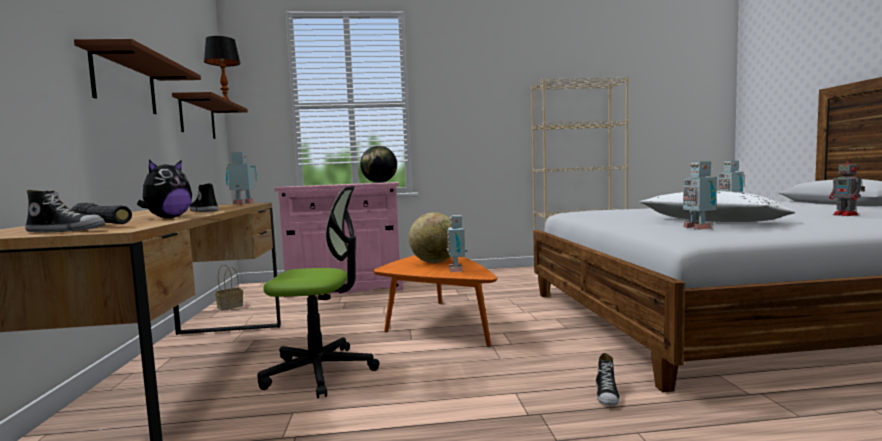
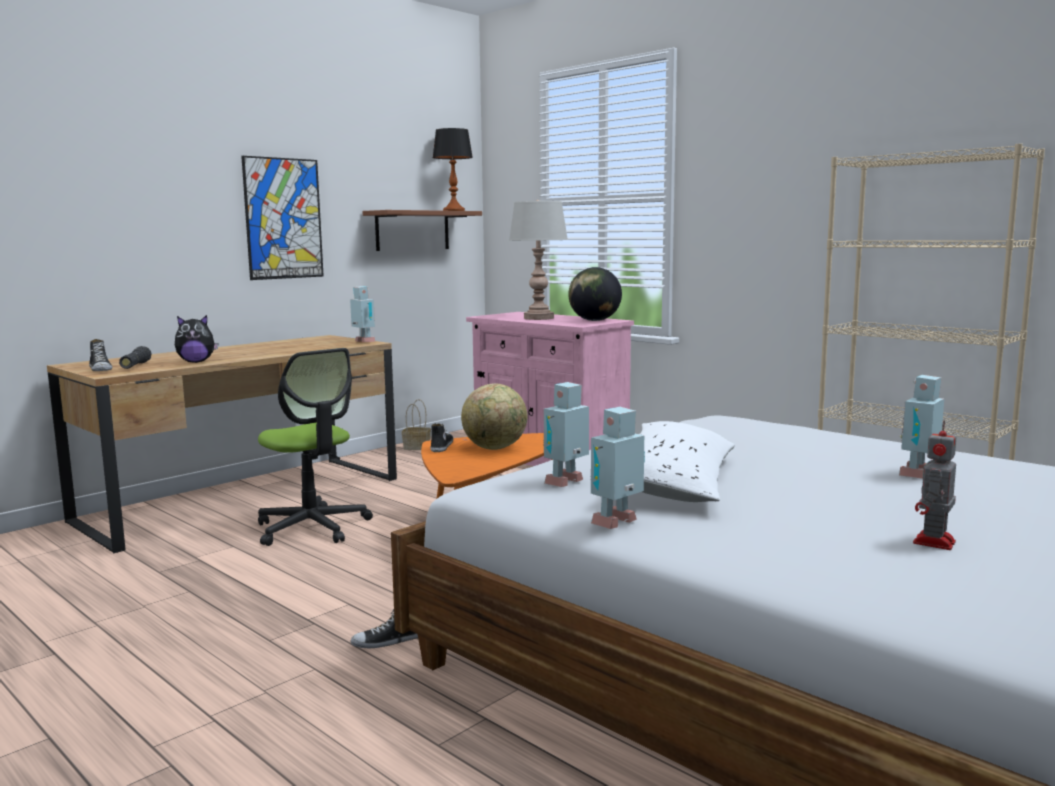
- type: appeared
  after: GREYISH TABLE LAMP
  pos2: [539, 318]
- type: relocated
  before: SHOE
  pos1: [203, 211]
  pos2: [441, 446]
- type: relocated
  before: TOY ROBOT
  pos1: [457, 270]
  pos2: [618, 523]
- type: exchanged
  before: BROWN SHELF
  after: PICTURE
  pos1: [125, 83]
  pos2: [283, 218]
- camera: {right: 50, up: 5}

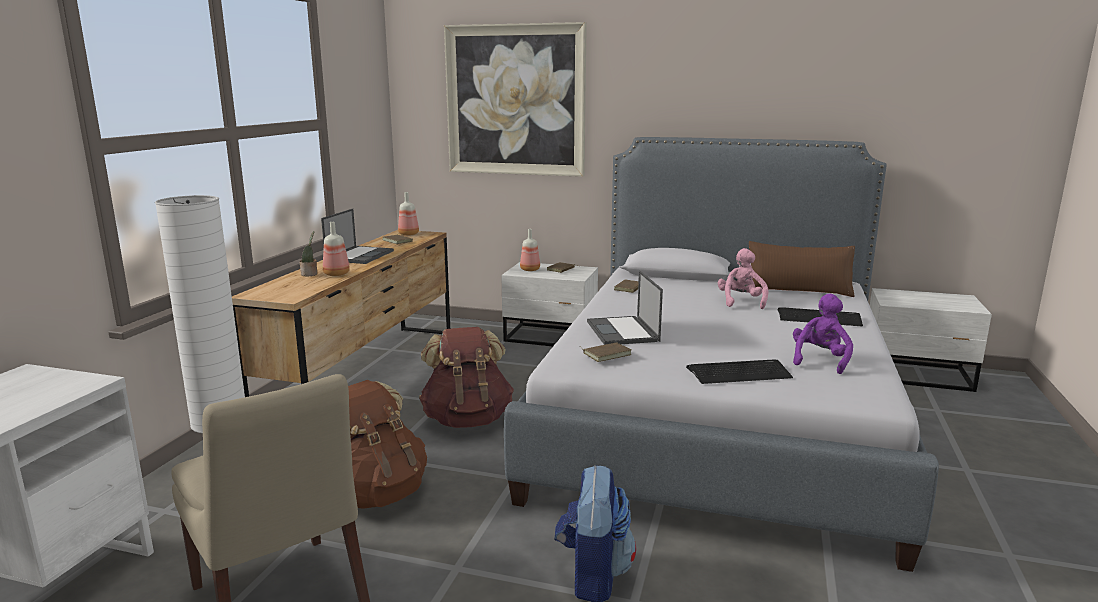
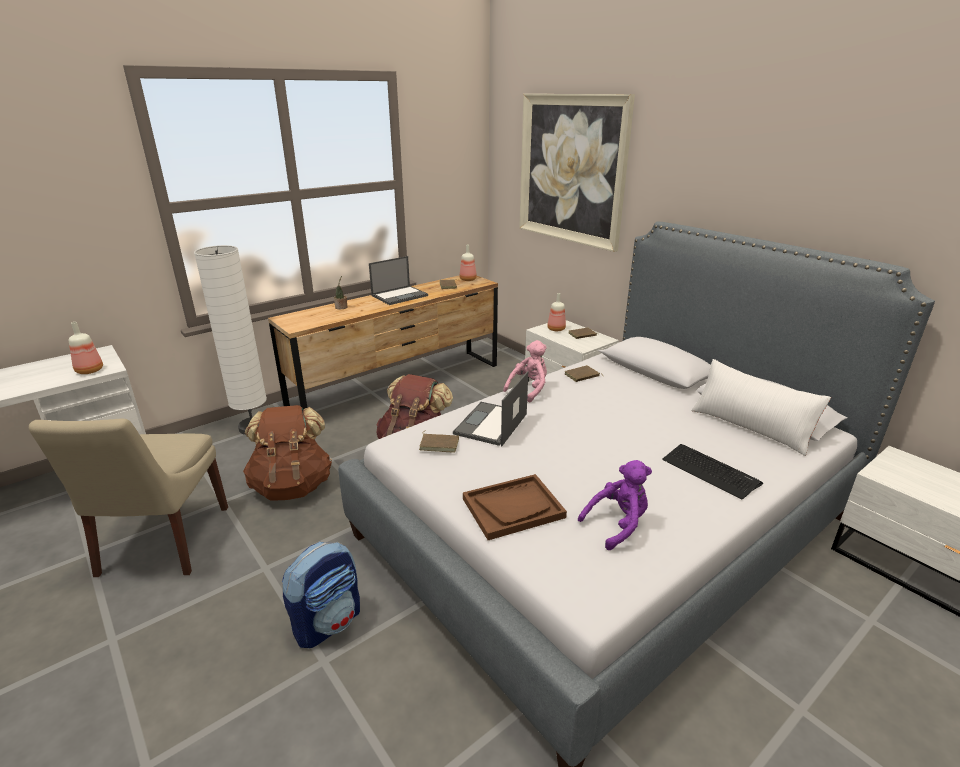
- type: relocated
  before: DRINK BOTTLE
  pos1: [337, 274]
  pos2: [89, 371]
- type: relocated
  before: PINK-COLOURED SOFT TOY
  pos1: [741, 302]
  pos2: [529, 389]
- type: exchanged
  before: KEYBOARD
  after: BROWN CARRYING TRAY
  pos1: [739, 373]
  pos2: [513, 508]
- type: colour
  before: BROWN PILLOW
  after: WHITISH PILLOW
  pos1: [798, 290]
  pos2: [750, 427]
- camera: {right: 35, up: 10}

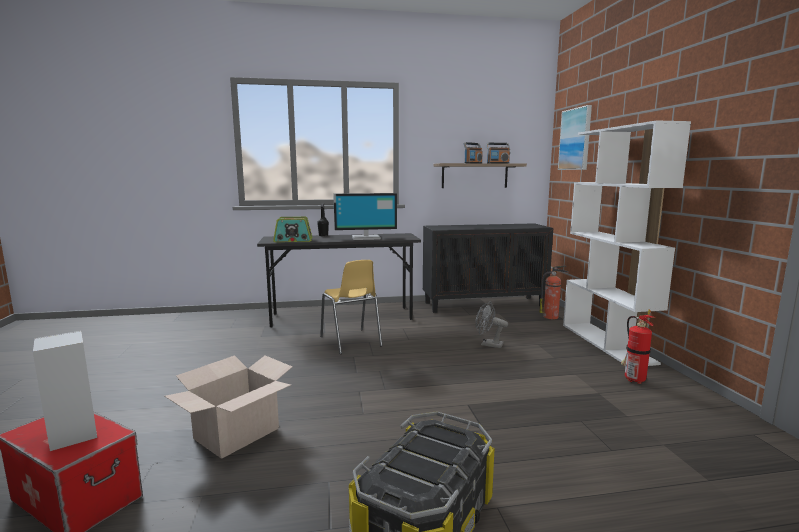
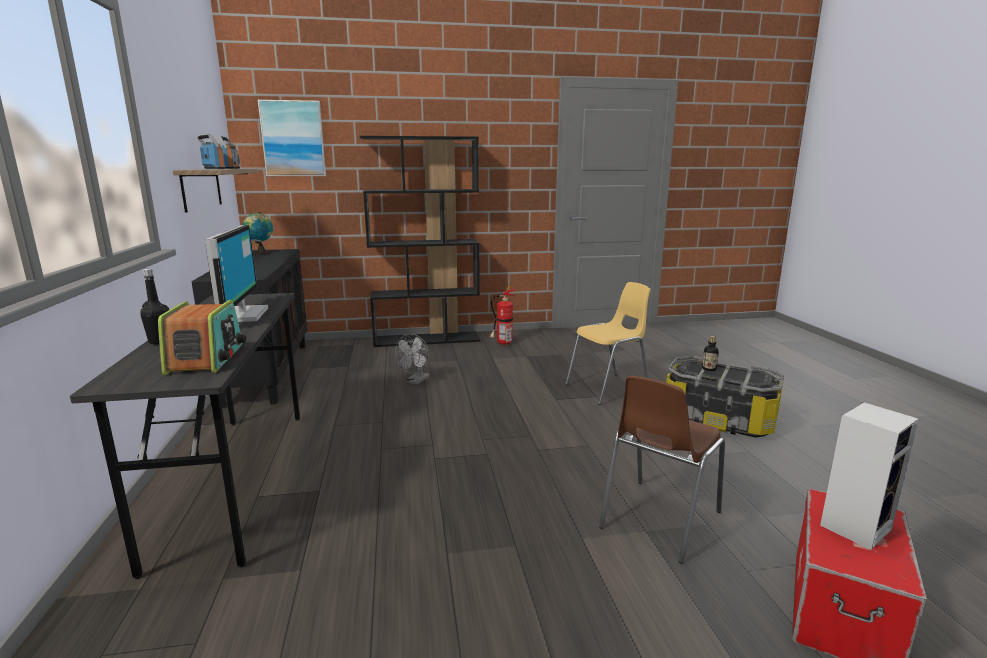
- type: missing
  before: EXTINGUISHER
  pos1: [551, 317]
- type: appeared
  after: GLOBE
  pos2: [261, 253]
- type: appeared
  after: DRINK BOTTLE
  pos2: [709, 369]
- type: relocated
  before: YELLOW CHAIR
  pos1: [351, 341]
  pos2: [608, 388]
- type: exchanged
  before: CARTON
  after: BROWN CHAIR
  pos1: [236, 433]
  pos2: [658, 519]
- type: colour
  before: WHITISH BOOKCASE
  after: BLACK BOOKCASE
  pos1: [607, 343]
  pos2: [427, 339]
- camera: {right: -90, up: 5}

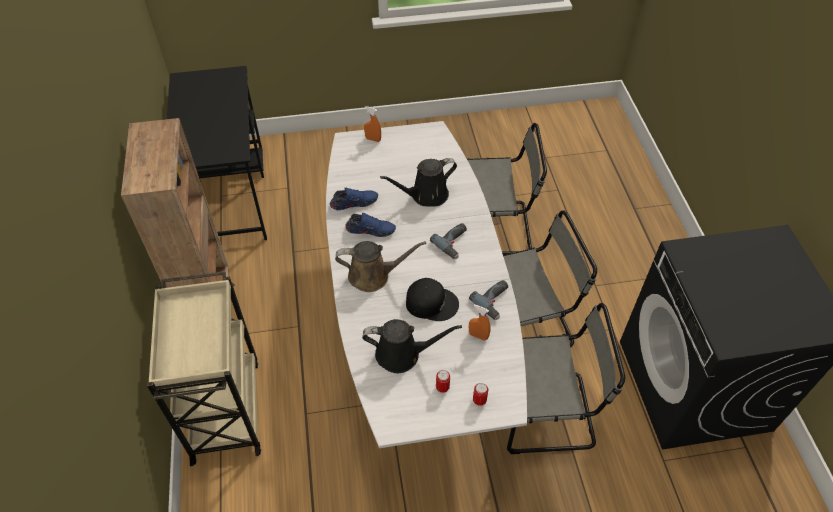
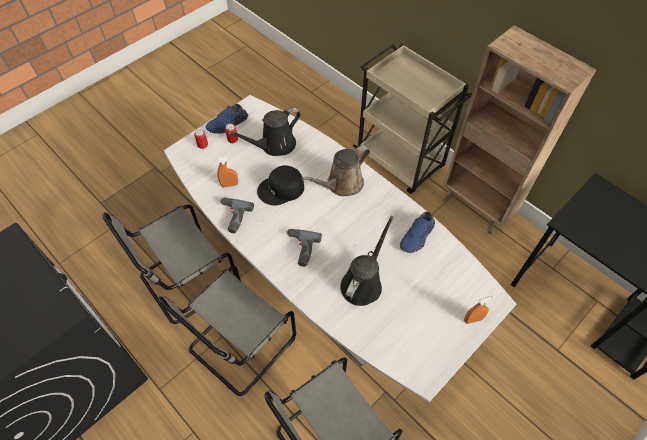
- type: relocated
  before: BLUE-COLOURED SHOE
  pos1: [371, 229]
  pos2: [228, 124]
- camera: {right: 145, up: 5}

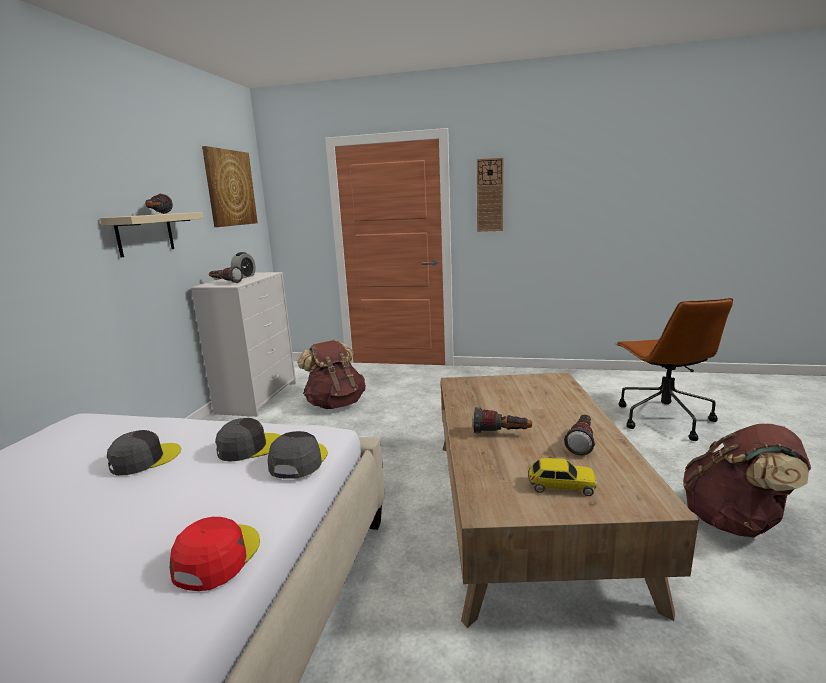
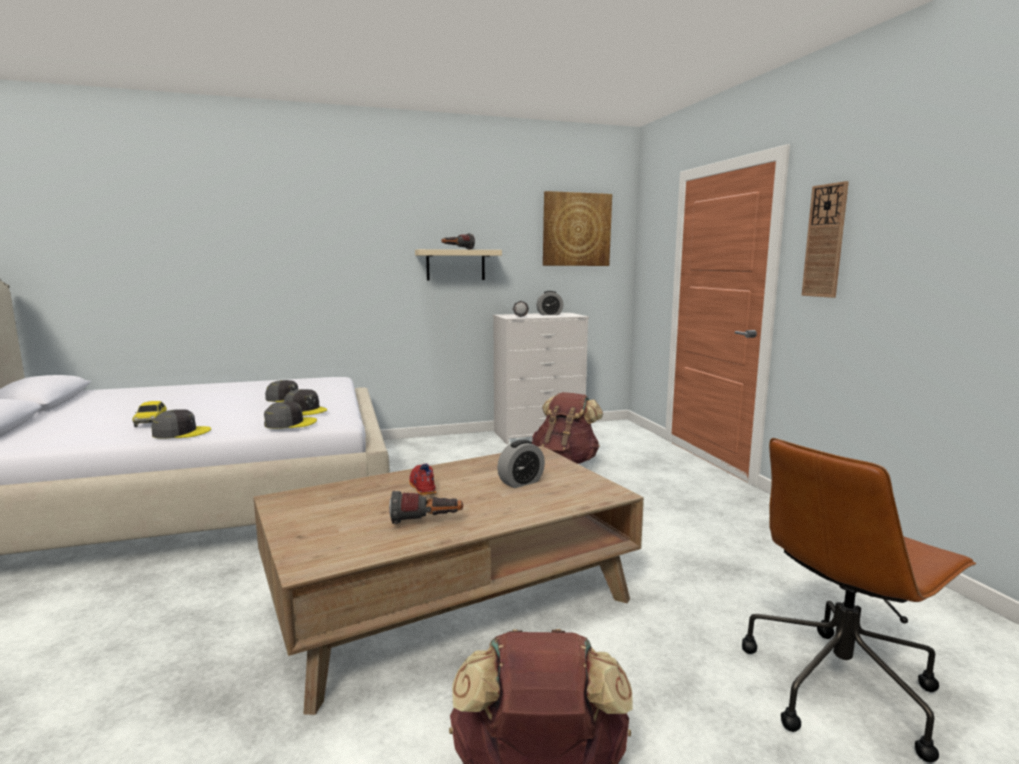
- type: appeared
  after: TABLE CLOCK
  pos2: [521, 482]
- type: relocated
  before: TOY CAR
  pos1: [561, 486]
  pos2: [151, 421]
- type: exchanged
  before: TORCH
  after: REDDISH SHOE
  pos1: [501, 434]
  pos2: [422, 487]
- type: colour
  before: REDDISH BASEBALL CAP
  after: GREYISH BASEBALL CAP
  pos1: [216, 557]
  pos2: [181, 432]
- camera: {right: 60, up: -5}

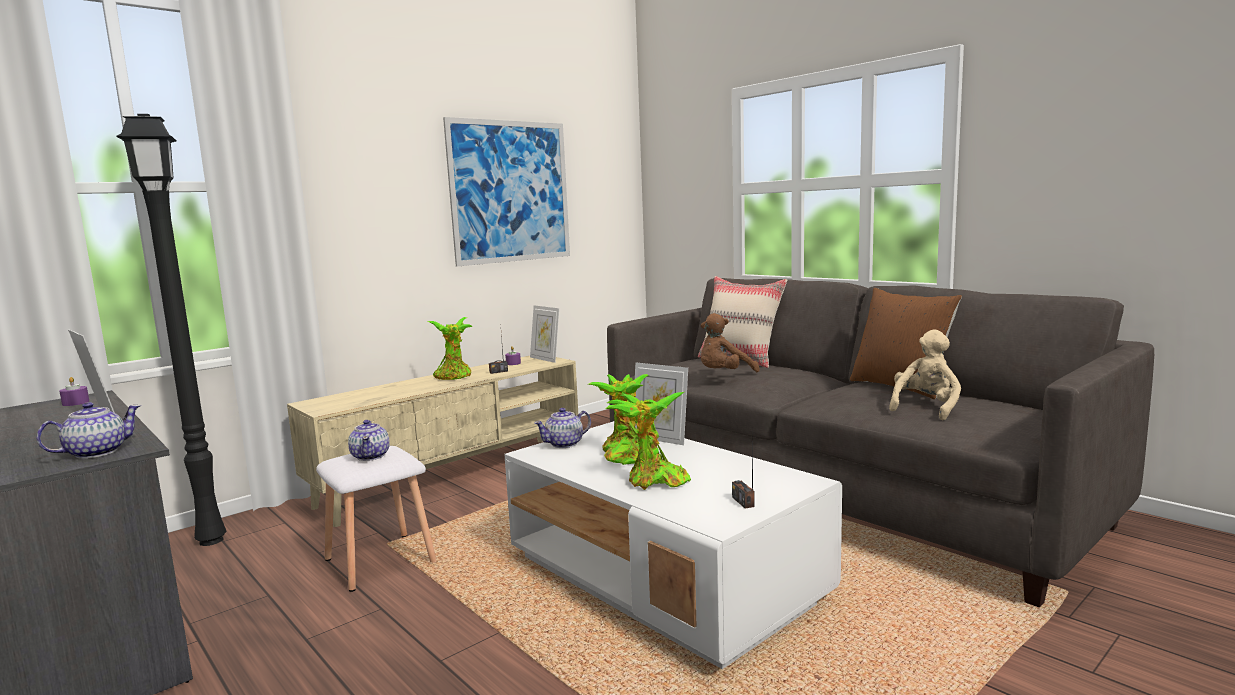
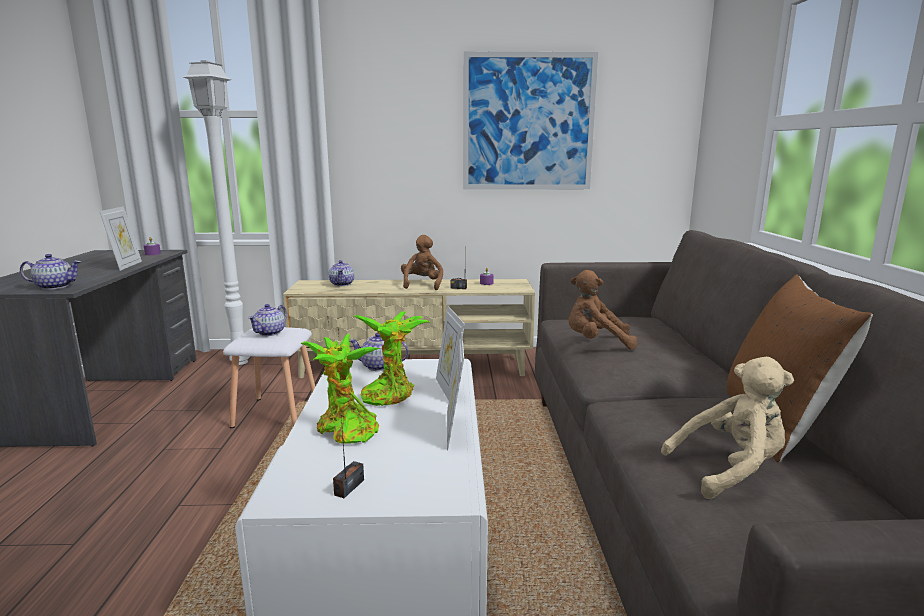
- type: missing
  before: SAND-COLOURED PILLOW
  pos1: [740, 360]
- type: appeared
  after: POT FOR TEA
  pos2: [342, 284]
- type: relocated
  before: PICTURE FRAME
  pos1: [545, 359]
  pos2: [455, 431]
- type: exchanged
  before: HOUSEPLANT
  after: BROWN SOFT TOY
  pos1: [454, 377]
  pos2: [422, 285]
- type: colour
  before: BLACK STANDING LAMP
  after: WHITISH STANDING LAMP
  pos1: [213, 540]
  pos2: [242, 362]
- camera: {right: 40, up: 5}

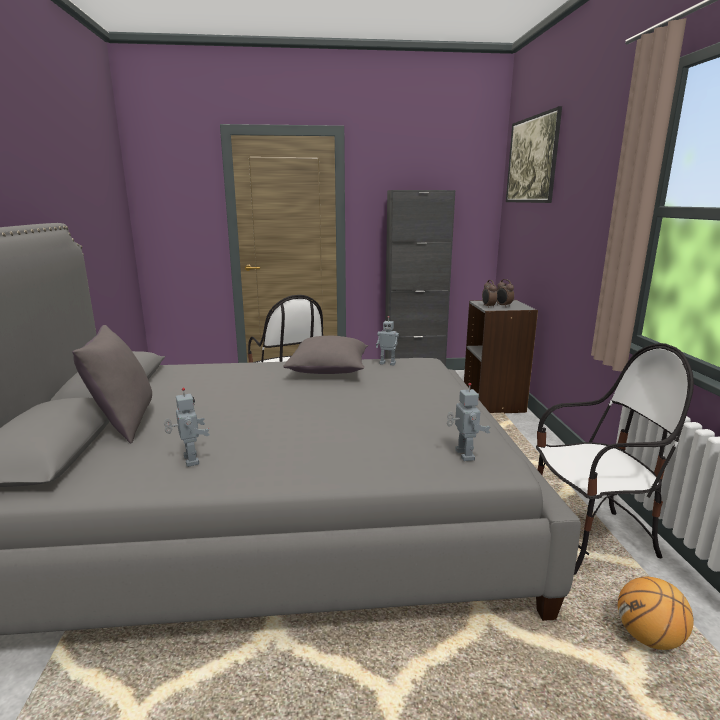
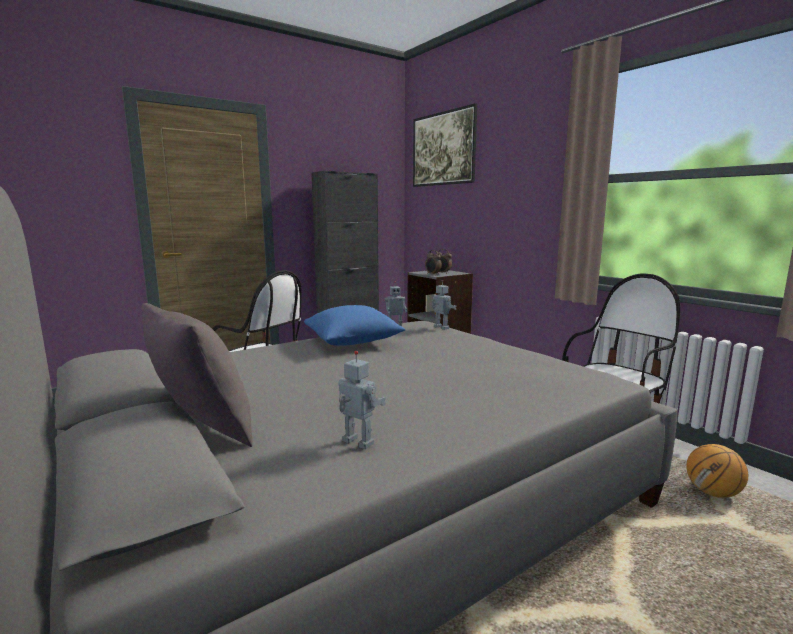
- type: relocated
  before: TOY ROBOT
  pos1: [463, 455]
  pos2: [440, 327]
- type: colour
  before: GREYISH PILLOW
  after: BLUE-COLOURED PILLOW
  pos1: [329, 371]
  pos2: [353, 342]
- camera: {right: -30, up: -5}

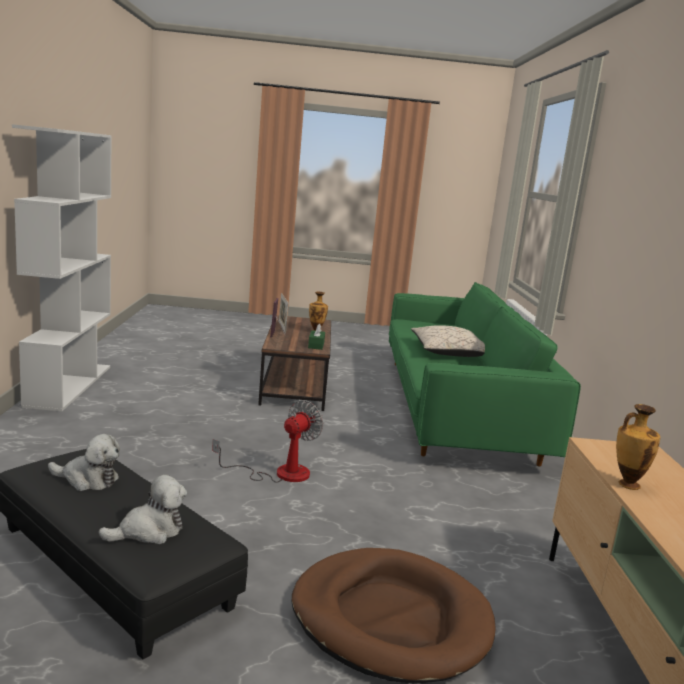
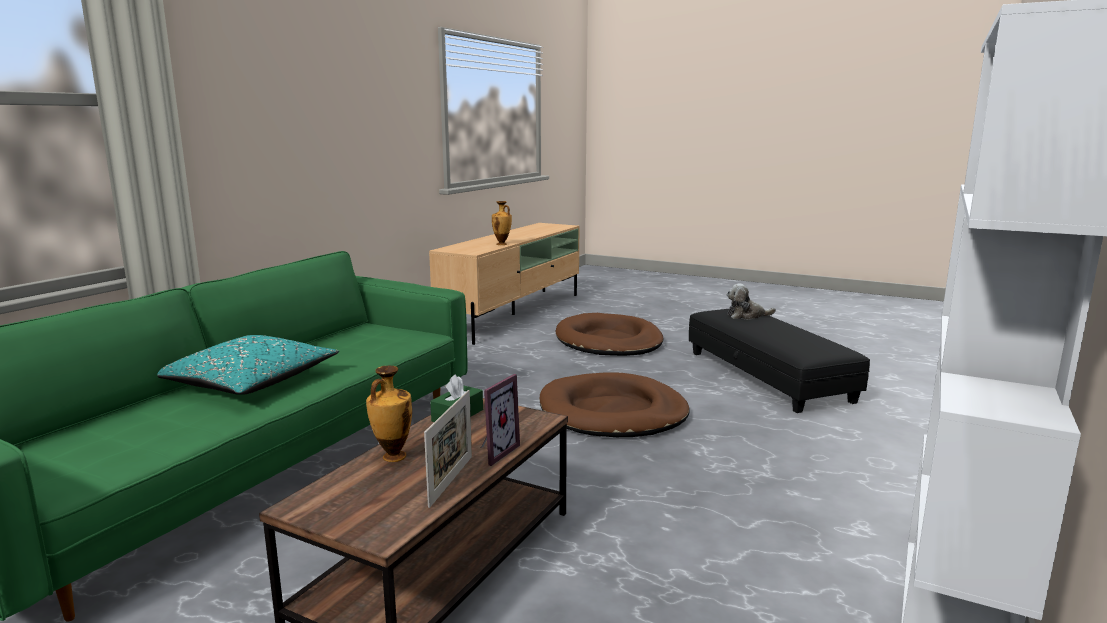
- type: missing
  before: SOFT TOY
  pos1: [88, 479]
- type: exchanged
  before: ELECTRIC FAN
  after: BROWN PET BED
  pos1: [279, 473]
  pos2: [613, 412]
- type: colour
  before: SAND-COLOURED PILLOW
  after: BLUE-GREEN PILLOW
  pos1: [449, 352]
  pos2: [250, 383]
- camera: {right: -150, up: 0}

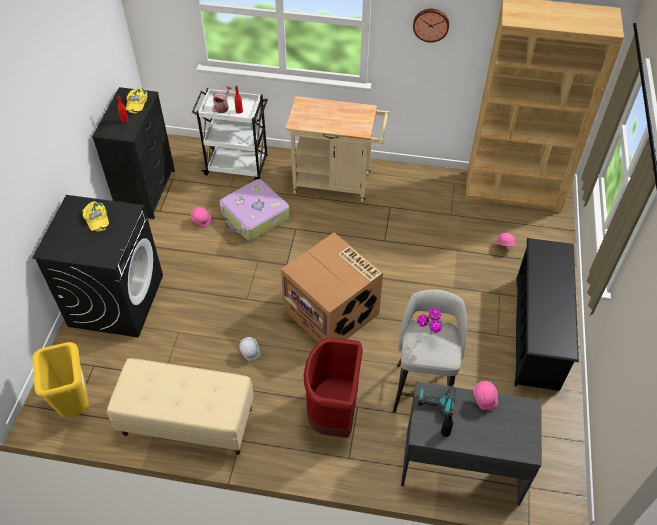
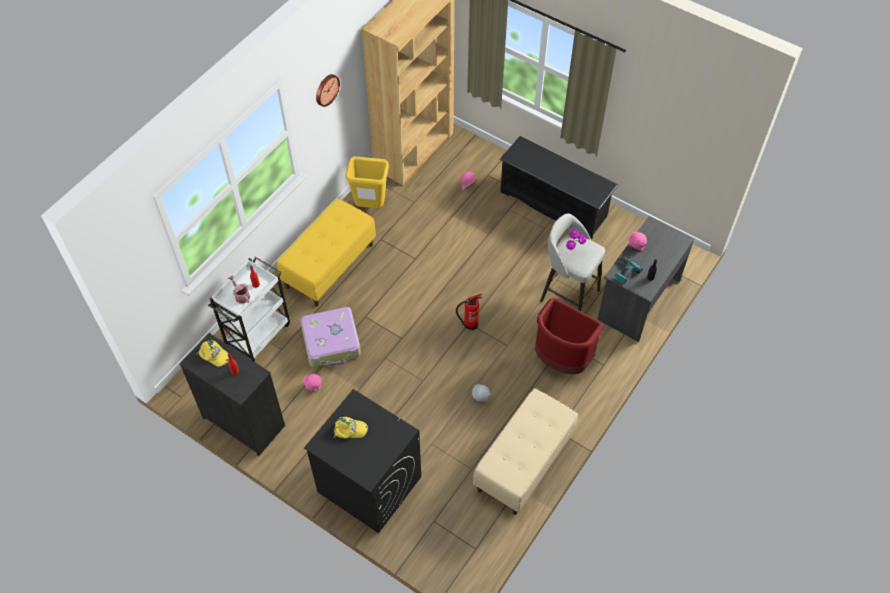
- type: relocated
  before: YELLOW RUBBISH BIN
  pos1: [77, 405]
  pos2: [370, 206]
- type: exchanged
  before: CARTON
  after: EXTINGUISHER
  pos1: [333, 312]
  pos2: [469, 324]
- type: exchanged
  before: SAND-COLOURED CART
  after: YELLOW INDOOR BENCH
  pos1: [337, 183]
  pos2: [329, 265]
- camera: {right: -65, up: 5}

